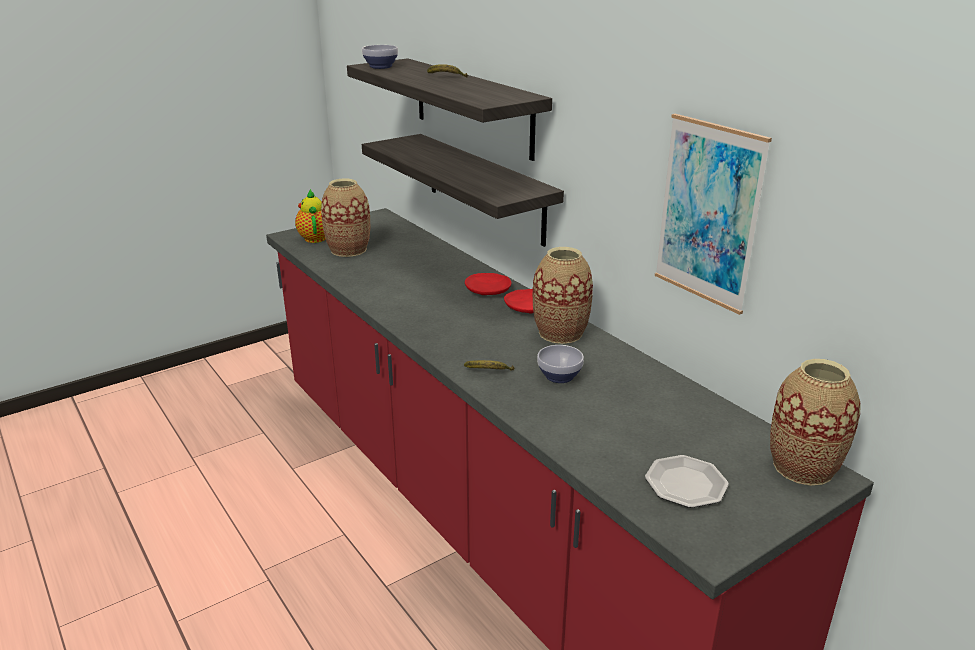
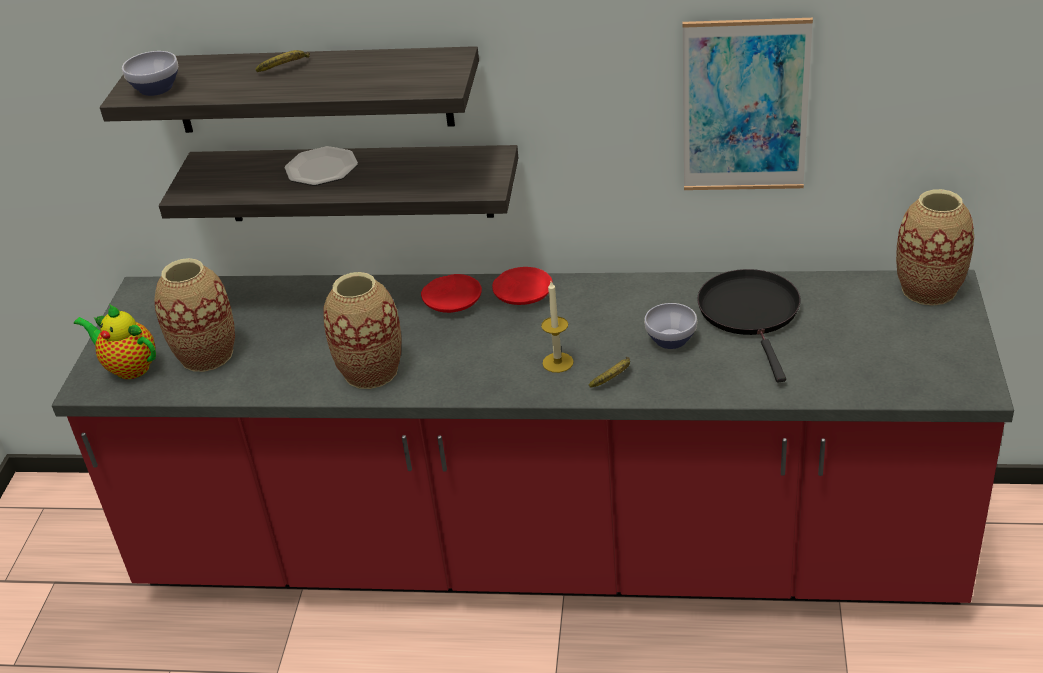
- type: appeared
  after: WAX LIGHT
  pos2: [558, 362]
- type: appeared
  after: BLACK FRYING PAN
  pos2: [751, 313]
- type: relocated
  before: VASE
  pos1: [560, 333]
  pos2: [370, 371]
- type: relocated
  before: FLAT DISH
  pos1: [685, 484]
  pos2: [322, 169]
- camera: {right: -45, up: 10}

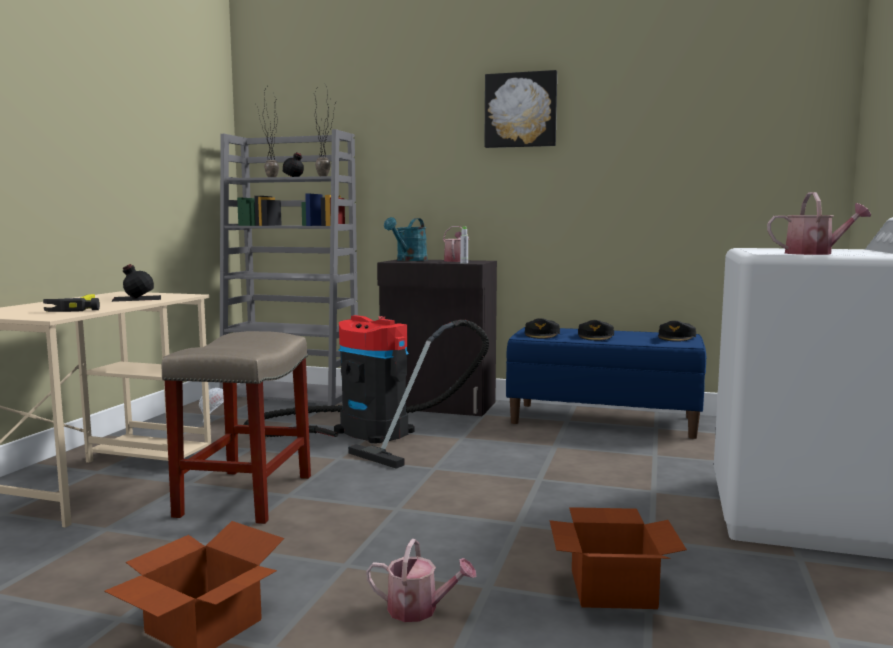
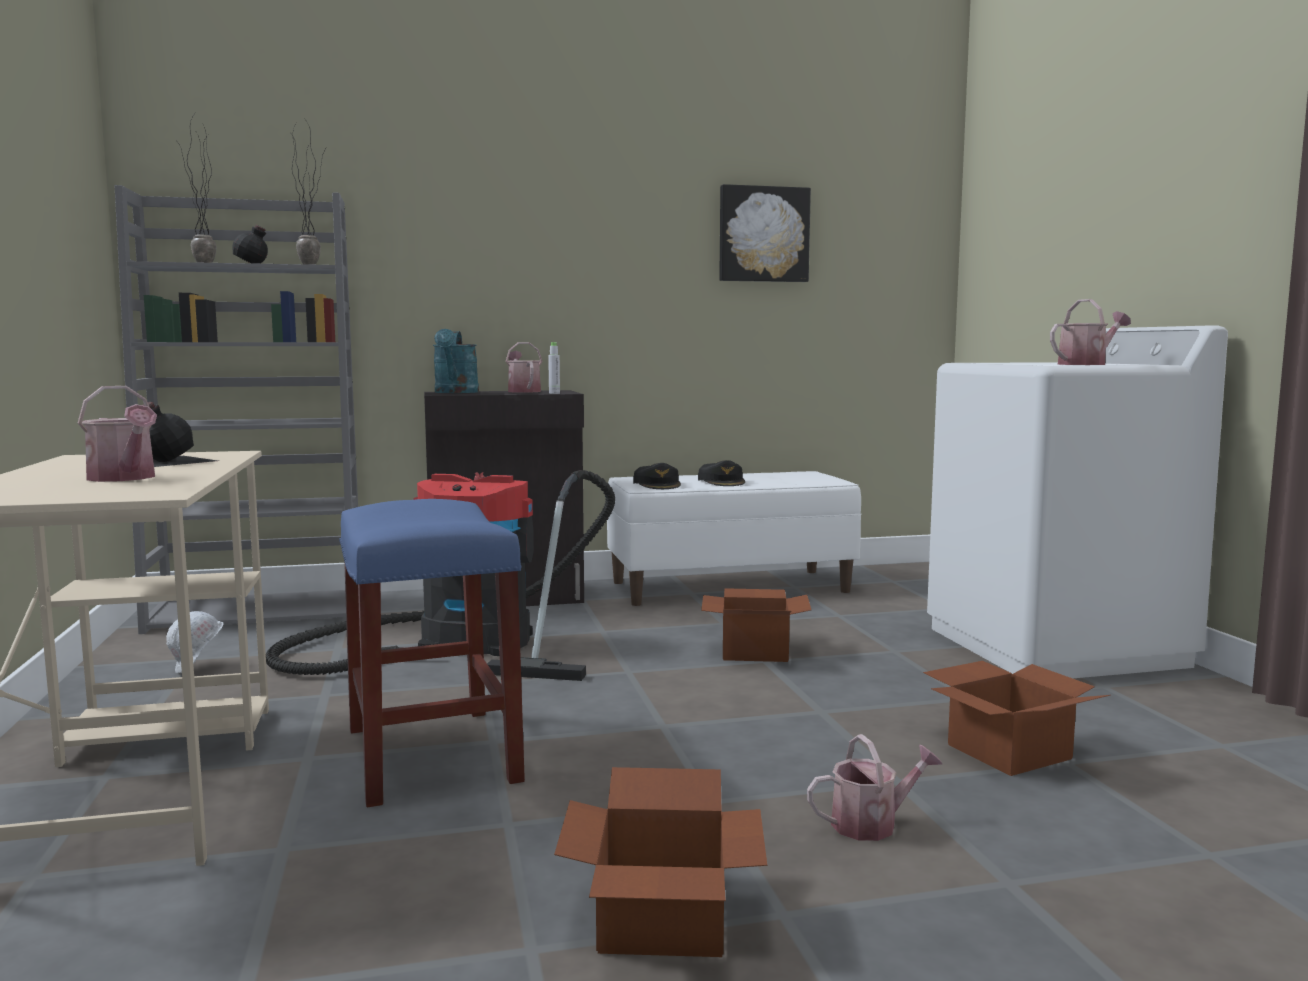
- type: missing
  before: BLACK BASEBALL CAP
  pos1: [676, 337]
- type: appeared
  after: CARTON
  pos2: [756, 650]
- type: relocated
  before: PICTURE
  pos1: [521, 110]
  pos2: [763, 234]
- type: exchanged
  before: HAND HAMMER
  after: WATERING CAN
  pos1: [78, 307]
  pos2: [125, 478]
- type: colour
  before: SAND-COLOURED STOOL
  after: BLUE-COLOURED STOOL
  pos1: [245, 496]
  pos2: [433, 755]
- type: colour
  before: BLUE-COLOURED INDOOR BENCH
  after: WHITISH INDOOR BENCH
  pos1: [604, 420]
  pos2: [730, 587]
- camera: {right: -30, up: 0}

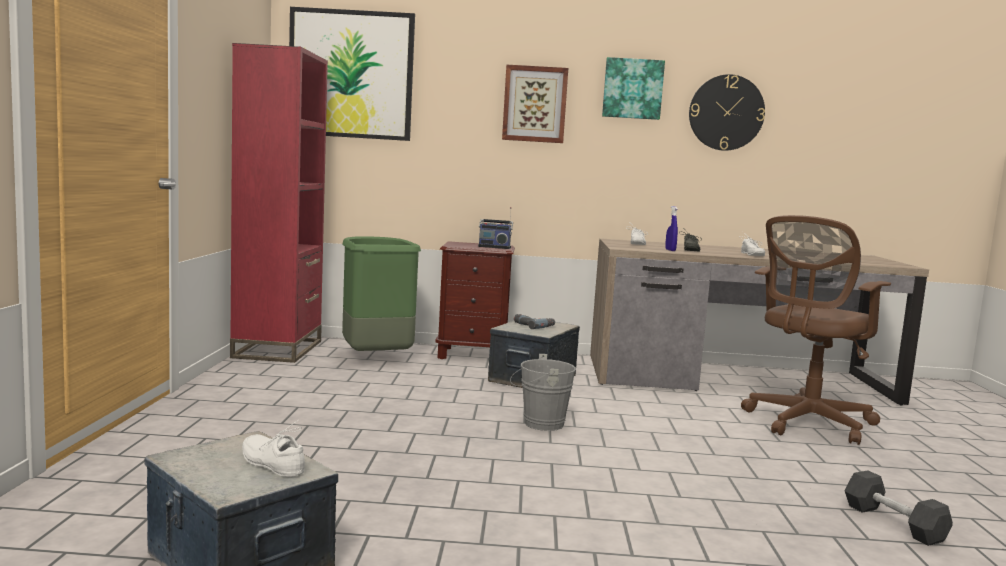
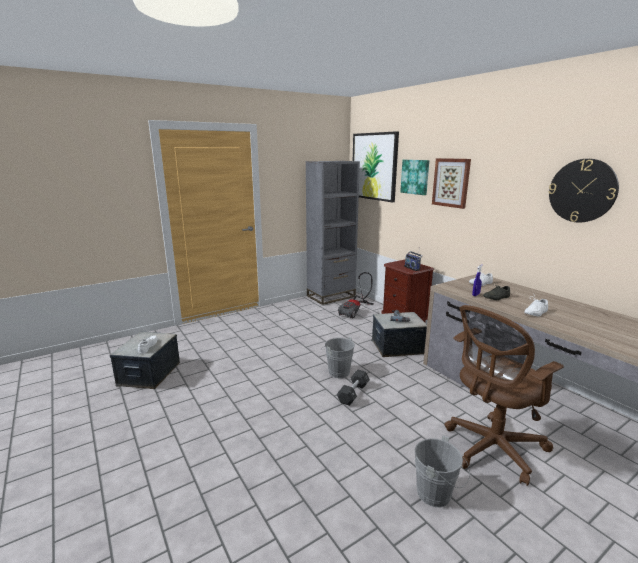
- type: appeared
  after: GREYISH BUCKET
  pos2: [437, 495]
- type: relocated
  before: PICTURE
  pos1: [632, 89]
  pos2: [415, 177]
- type: relocated
  before: BLACK DUMBBELL
  pos1: [893, 523]
  pos2: [353, 393]
- type: exchanged
  before: GREEN-COLOURED RUBBISH BIN
  after: VACUUM
  pos1: [374, 358]
  pos2: [355, 312]
- type: colour
  before: REDDISH BOOKCASE
  after: GREYISH BOOKCASE
  pos1: [278, 349]
  pos2: [331, 296]
- type: spun
  before: BROWN OFFICE CHAIR
  pos1: [806, 423]
  pos2: [491, 449]
  turn: -45
- camera: {right: 55, up: 10}

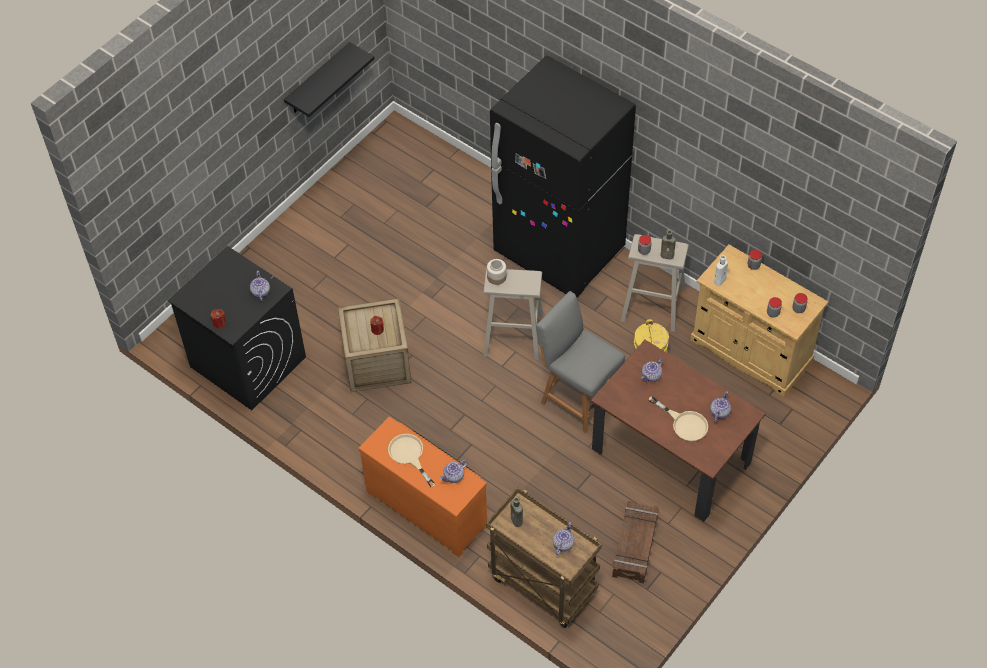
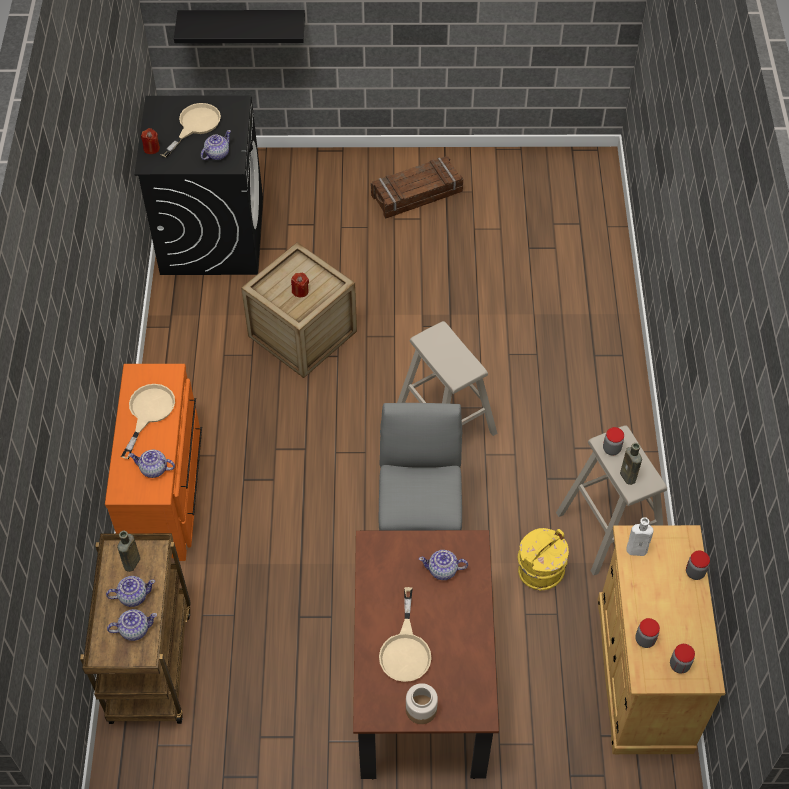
- type: missing
  before: BLACK FRIDGE
  pos1: [559, 251]
- type: appeared
  after: SAND-COLOURED FRYING PAN
  pos2: [195, 125]
- type: relocated
  before: BLACK SHELF
  pos1: [318, 80]
  pos2: [242, 24]
- type: relocated
  before: PRESERVE JAR
  pos1: [496, 277]
  pos2: [421, 709]
- type: relocated
  before: CRATE
  pos1: [635, 545]
  pos2: [417, 194]
- type: relocated
  before: POT FOR TEA
  pos1: [719, 412]
  pos2: [133, 596]
- camera: {right: 50, up: 0}

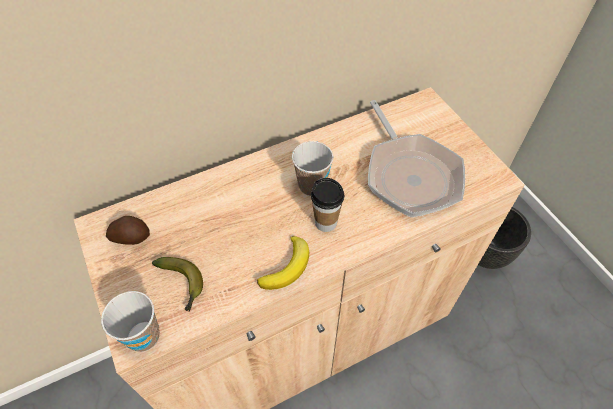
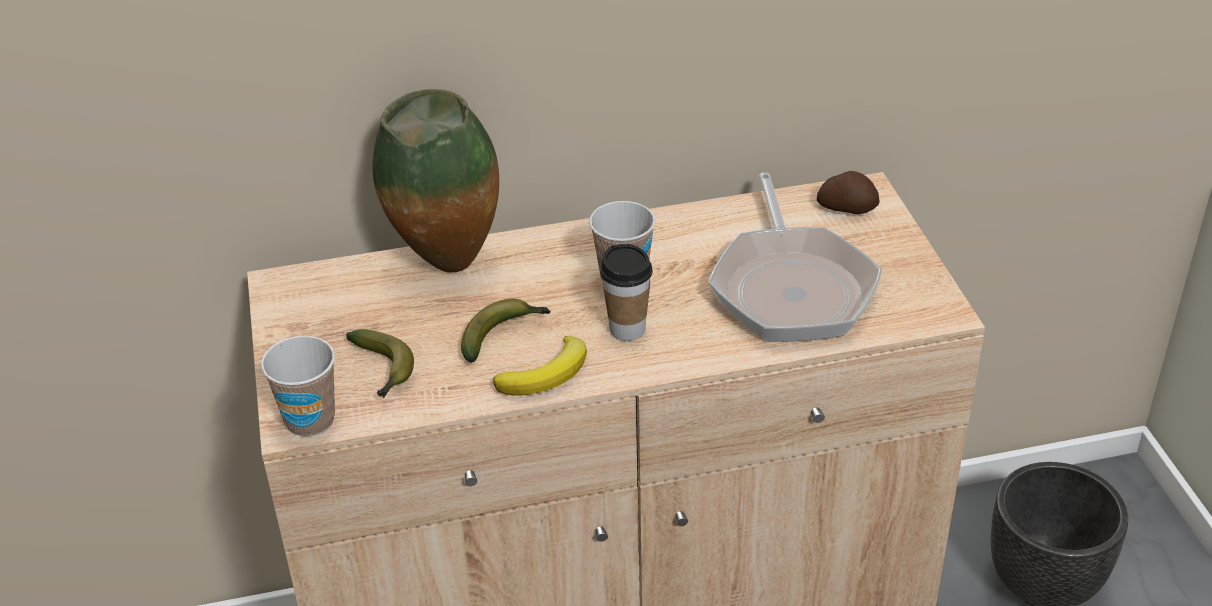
- type: appeared
  after: VASE
  pos2: [447, 267]
- type: appeared
  after: BANANA
  pos2: [503, 335]
- type: relocated
  before: SPUD
  pos1: [130, 236]
  pos2: [847, 207]
- camera: {right: 15, up: -15}

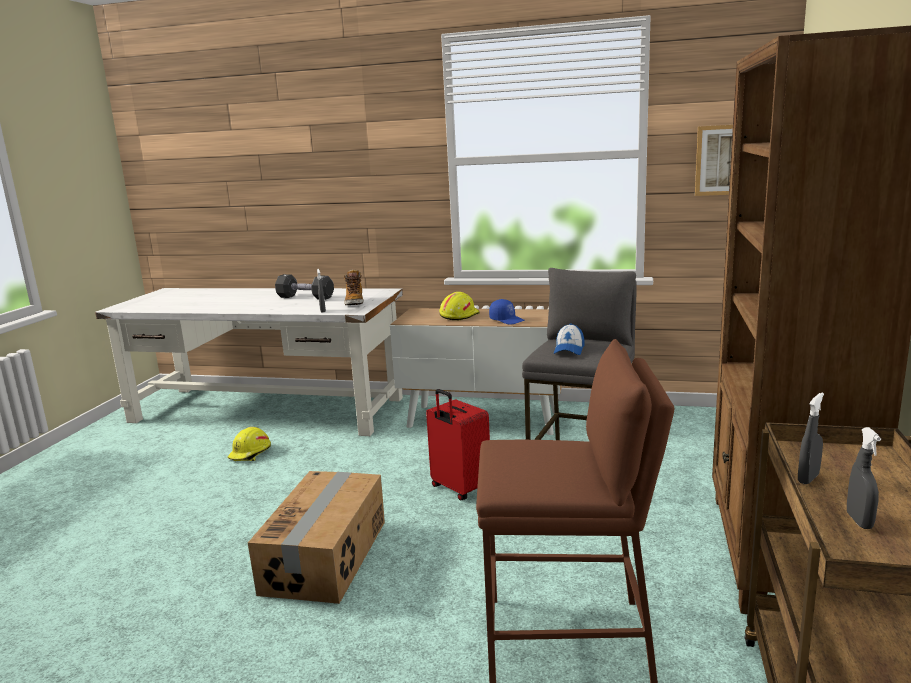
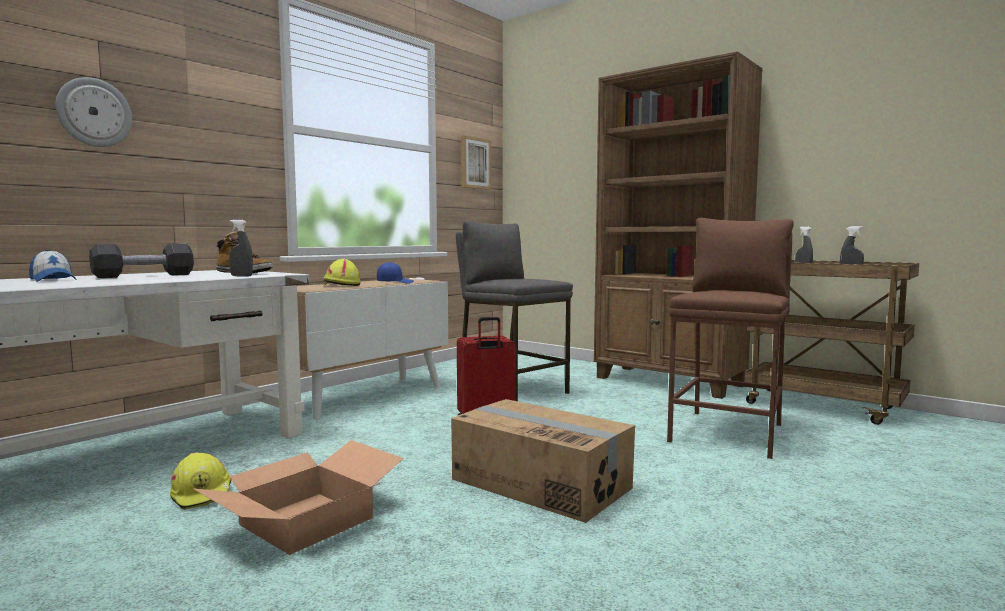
- type: appeared
  after: CLOCK ON THE WALL
  pos2: [94, 112]
- type: appeared
  after: CARTON
  pos2: [306, 522]
- type: relocated
  before: BASEBALL CAP
  pos1: [569, 350]
  pos2: [53, 280]
- camera: {right: -65, up: -10}

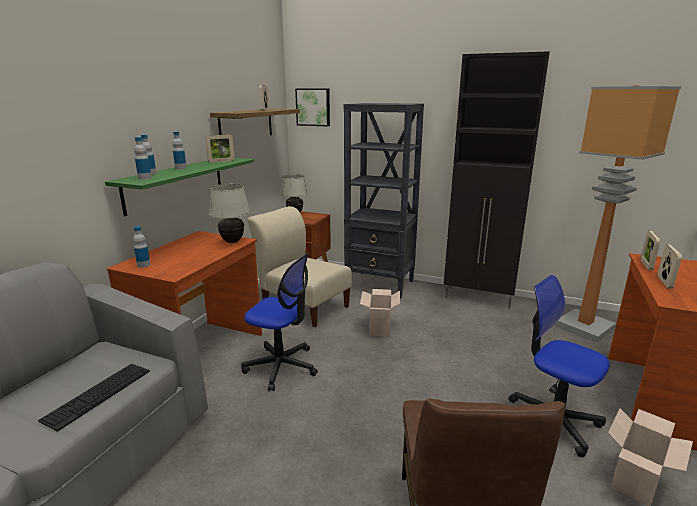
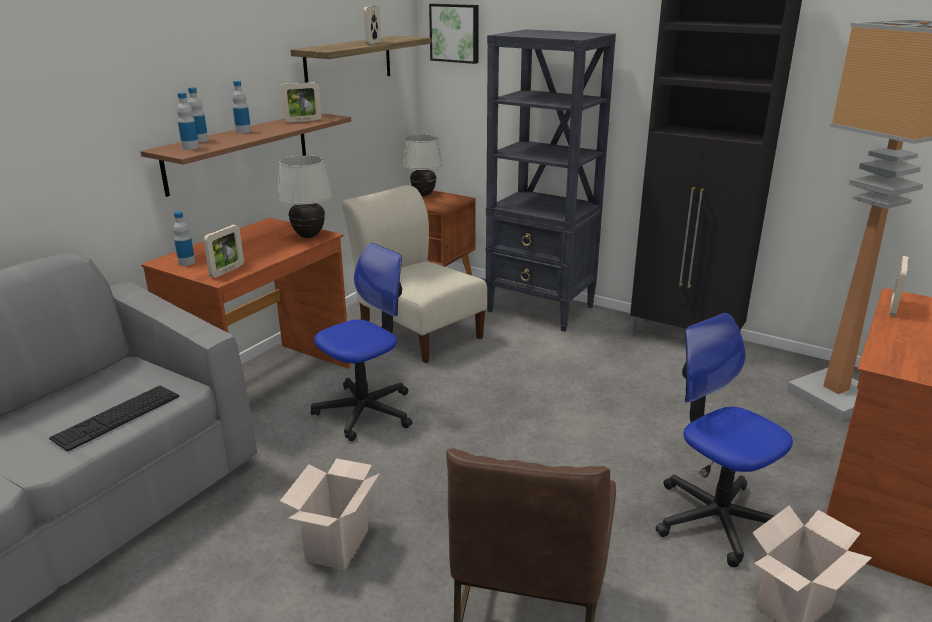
- type: relocated
  before: CARTON
  pos1: [379, 328]
  pos2: [336, 543]
- type: relocated
  before: PICTURE FRAME
  pos1: [664, 282]
  pos2: [227, 271]
- type: colour
  before: GREEN-COLOURED SHELF
  after: BROWN SHELF
  pos1: [176, 183]
  pos2: [238, 152]
- type: spun
  before: OFFICE CHAIR
  pos1: [281, 366]
  pos2: [365, 411]
  turn: -75
- camera: {right: 10, up: 5}

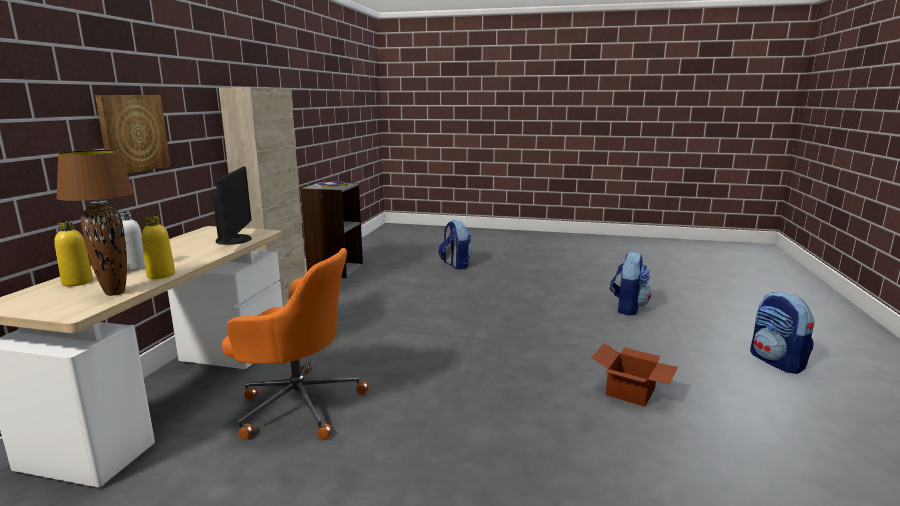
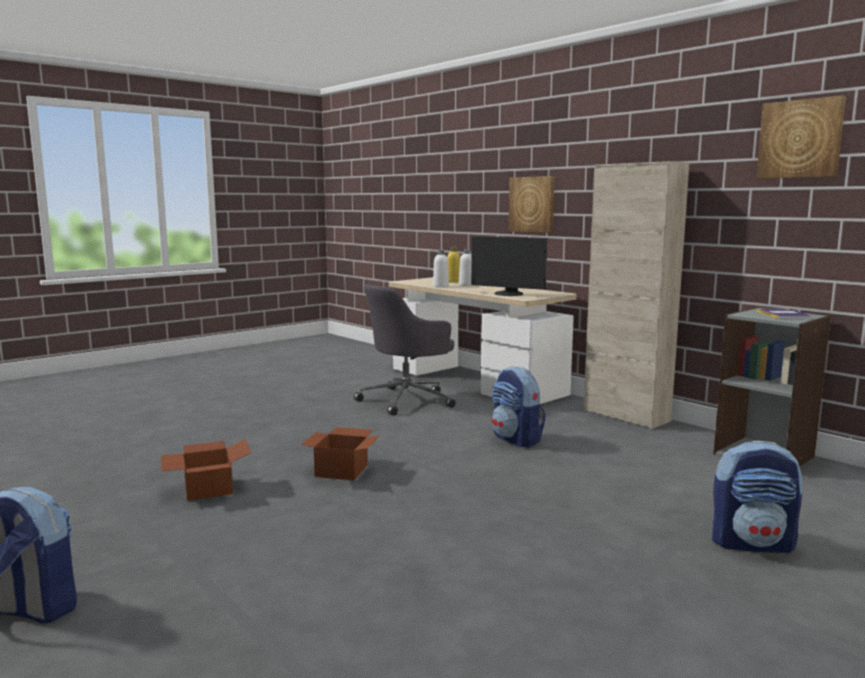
- type: missing
  before: BROWN TABLE LAMP
  pos1: [114, 293]
- type: appeared
  after: CARTON
  pos2: [343, 470]
- type: appeared
  after: PICTURE
  pos2: [800, 139]
- type: relocated
  before: RUCKSACK
  pos1: [627, 308]
  pos2: [516, 439]
- type: colour
  before: YELLOW DRINK BOTTLE
  after: WHITISH DRINK BOTTLE
  pos1: [161, 275]
  pos2: [440, 286]
- type: colour
  before: ORANGEY OFFICE CHAIR
  after: GREYISH OFFICE CHAIR
  pos1: [298, 404]
  pos2: [407, 400]
- camera: {right: 125, up: -5}

